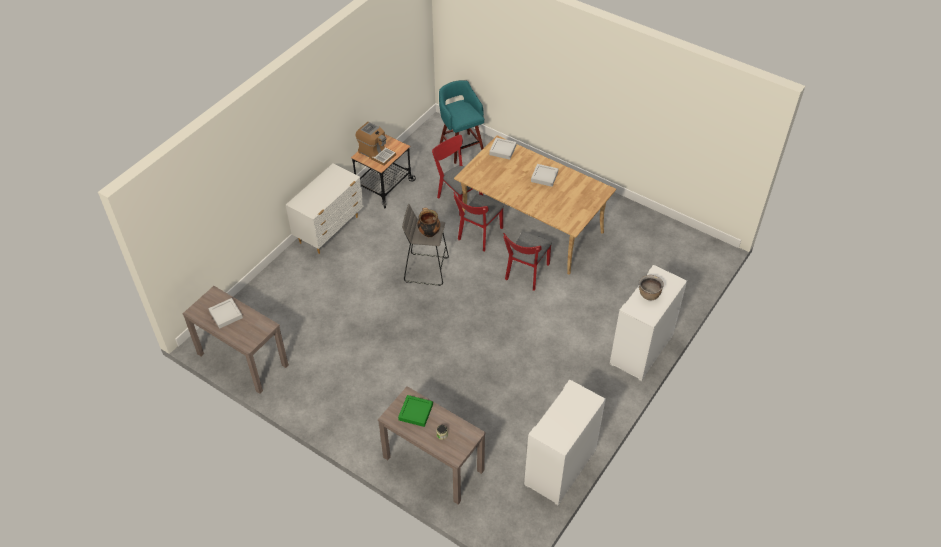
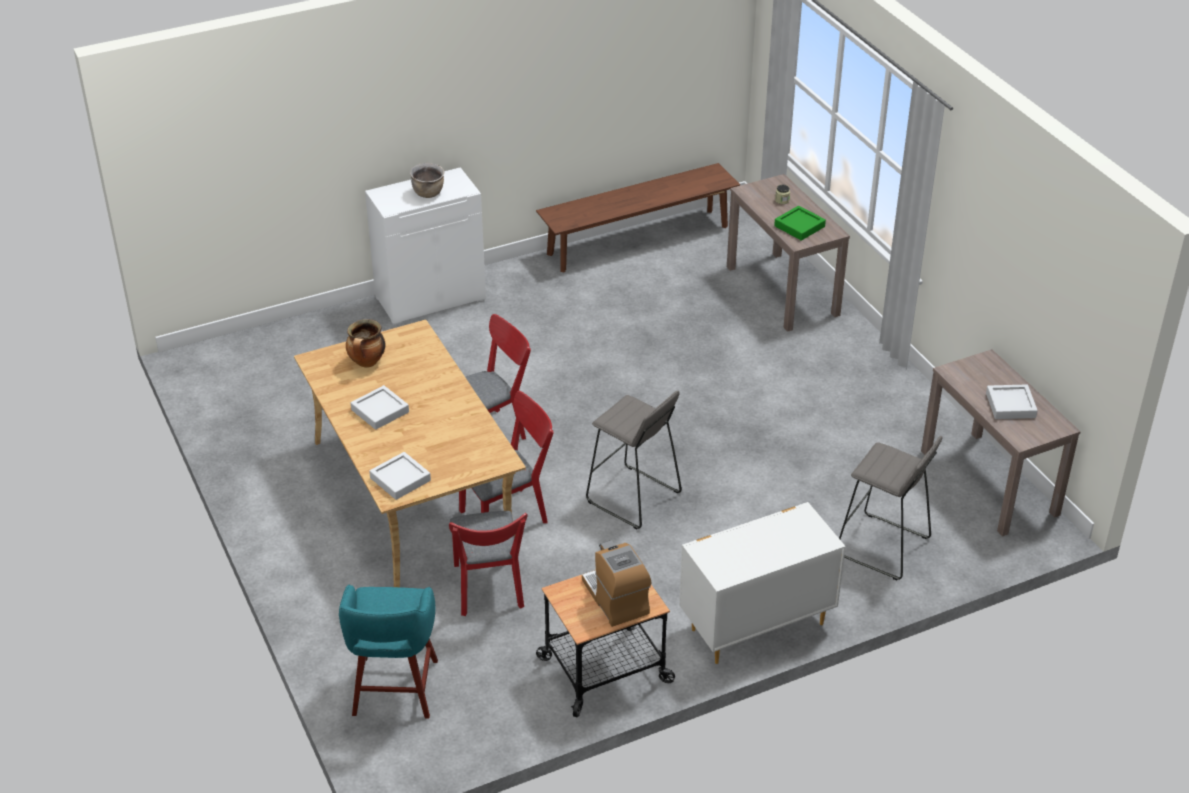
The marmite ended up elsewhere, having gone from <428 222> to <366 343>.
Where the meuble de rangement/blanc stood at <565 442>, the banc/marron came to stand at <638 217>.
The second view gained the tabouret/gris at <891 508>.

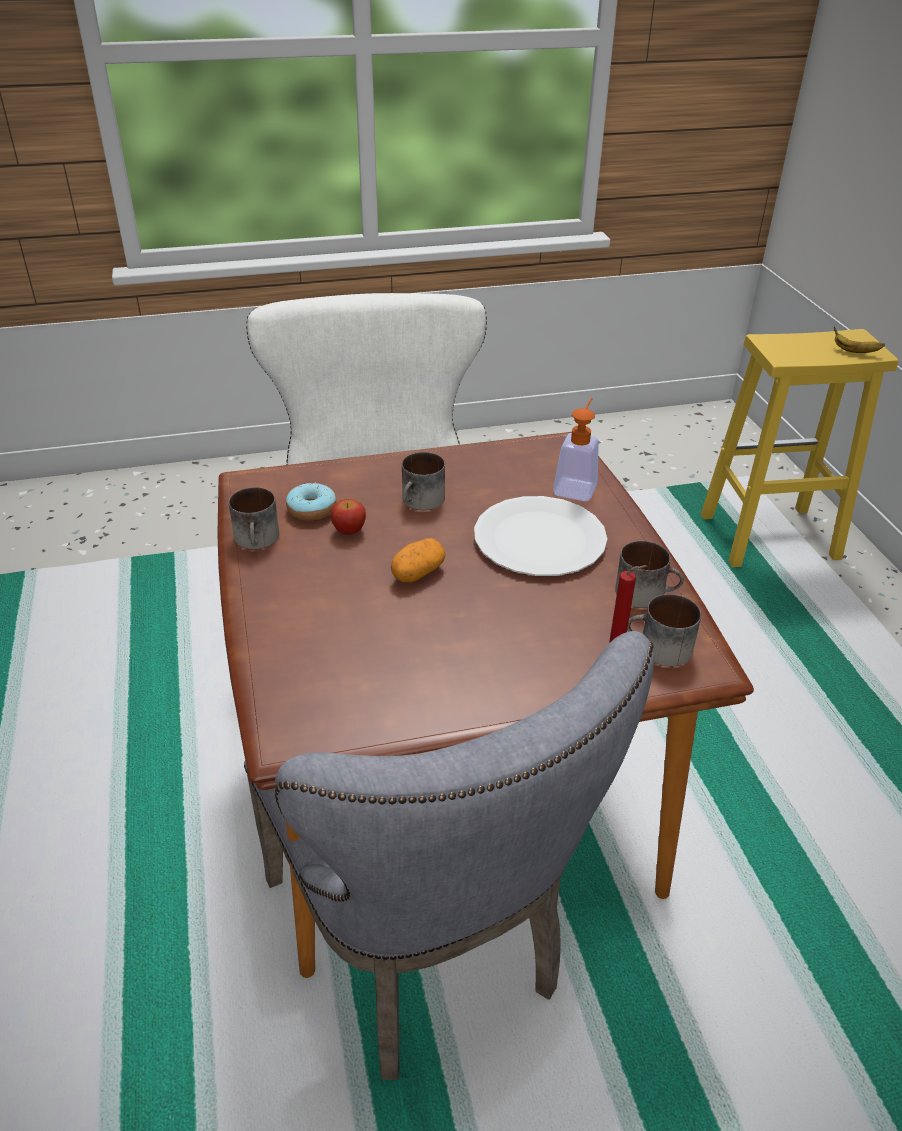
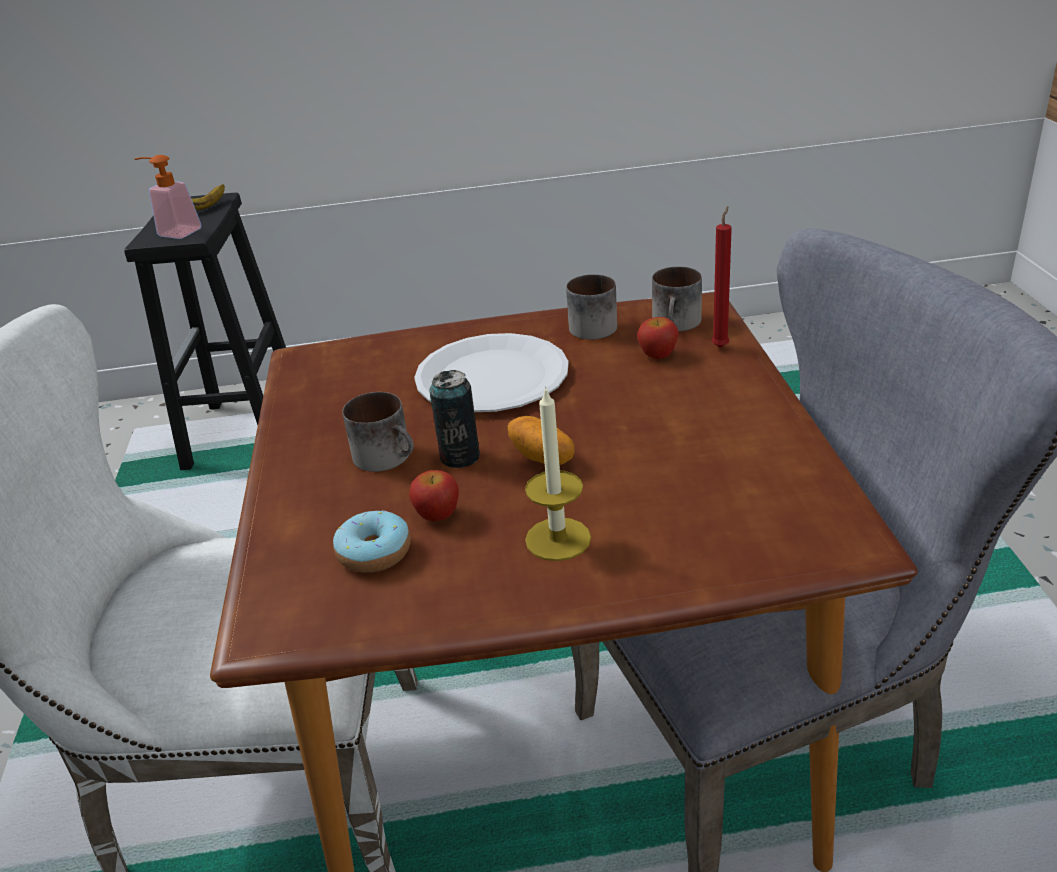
The second view lost the mug at <254 518>.
The distributeur de savon ended up elsewhere, having gone from <576 449> to <168 197>.
What was the tabouret/jaune at <799 448> turned into the tabouret/noir at <205 331>.
The second view gained the boîte métallique at <454 419>.
The second view gained the bougie at <558 473>.
The second view gained the pomme at <658 338>.

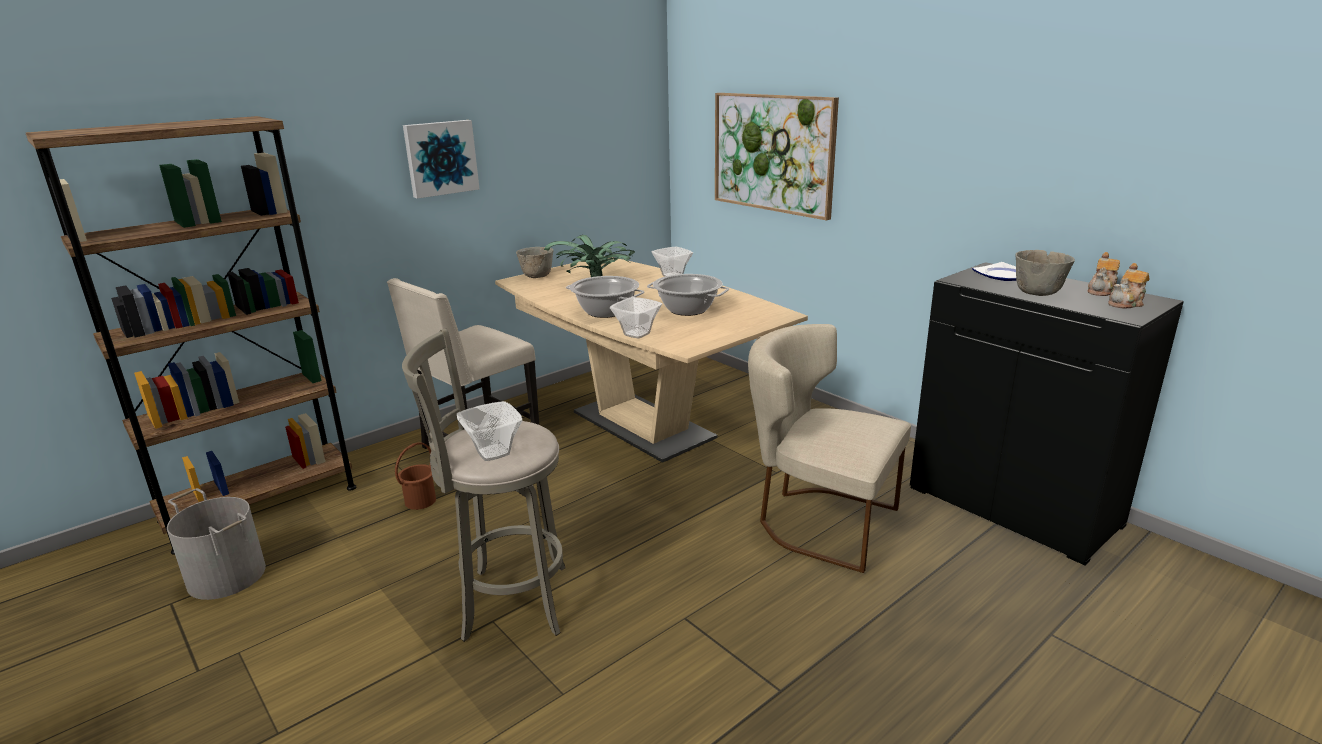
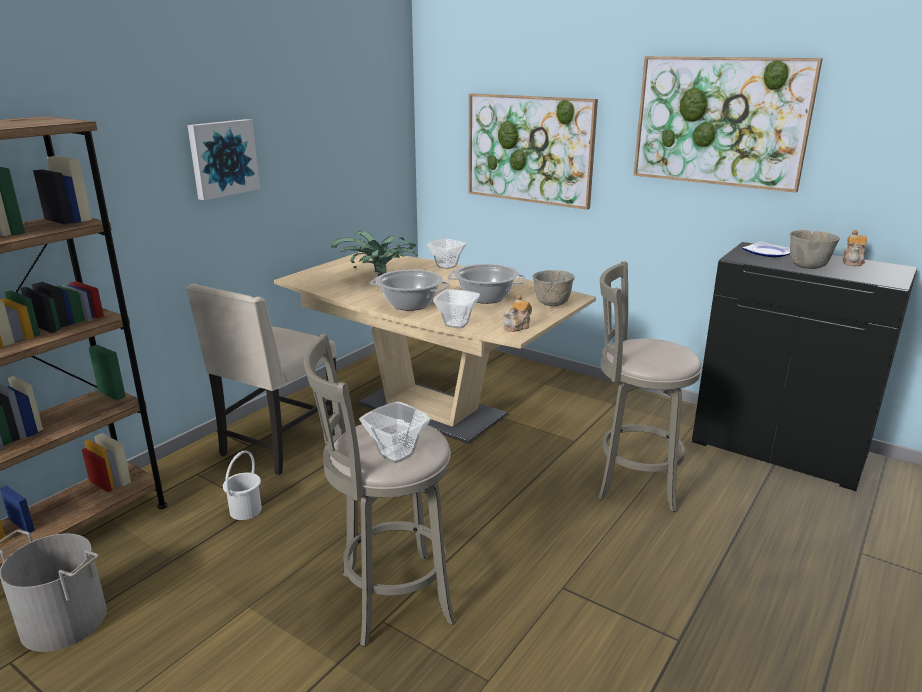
What was the seau/marron at <415 476> turned into the seau/blanc at <242 485>.
The bol/gris ended up elsewhere, having gone from <534 262> to <554 288>.
Where the chaise/beige stood at <829 448>, the tabouret/gris came to stand at <650 386>.
The théière ended up elsewhere, having gone from <1129 285> to <517 313>.
The second view gained the tableau at <728 124>.

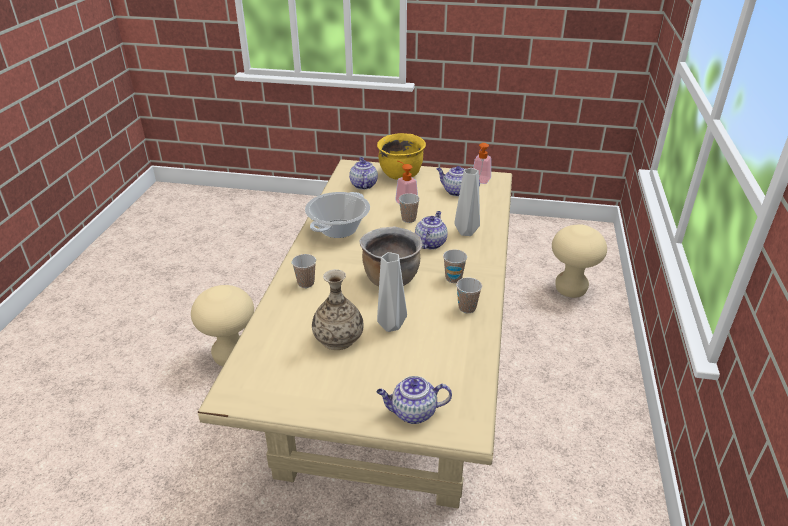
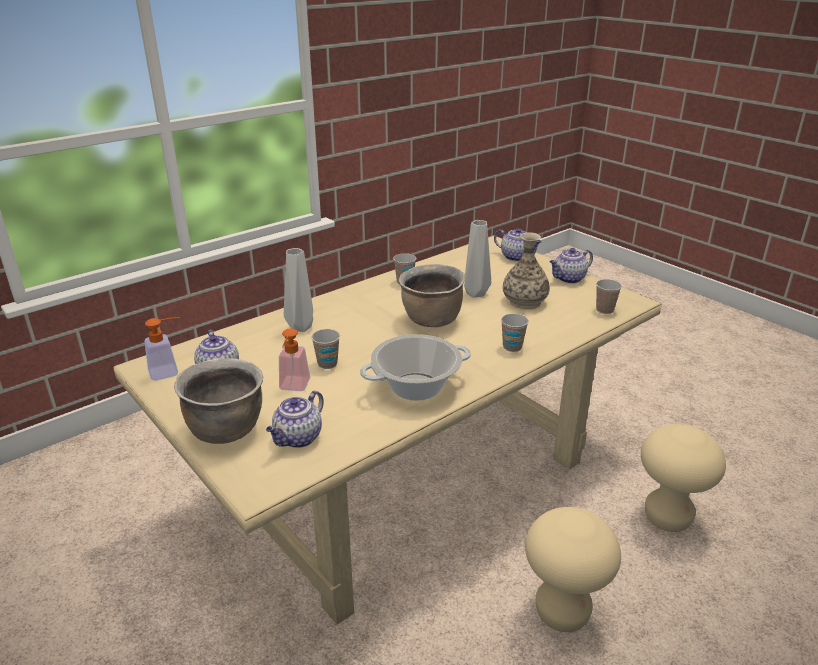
What was the marmite/jaune at <401 156> turned into the marmite/marron at <218 401>.
The théière ended up elsewhere, having gone from <431 230> to <571 266>.
The tasse ended up elsewhere, having gone from <455 266> to <609 296>.
The tabouret/beige ended up elsewhere, having gone from <579 261> to <683 478>.

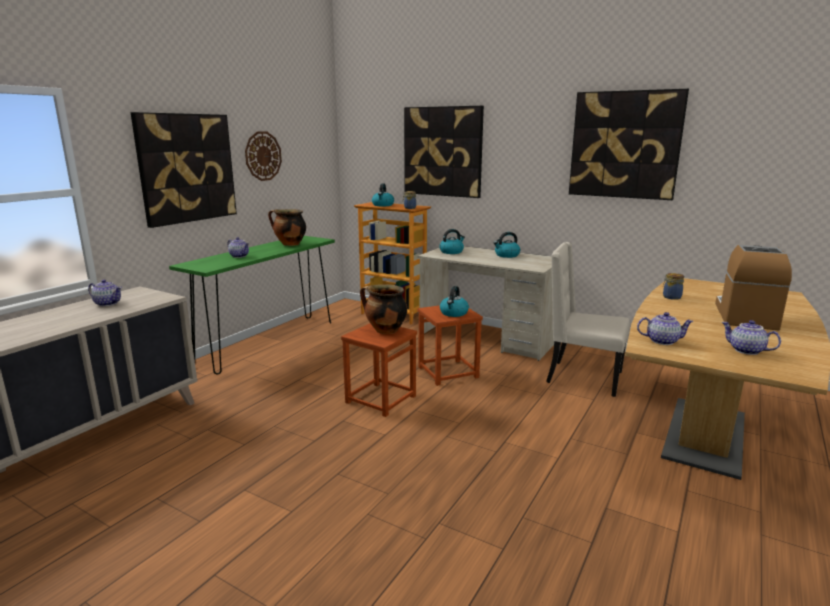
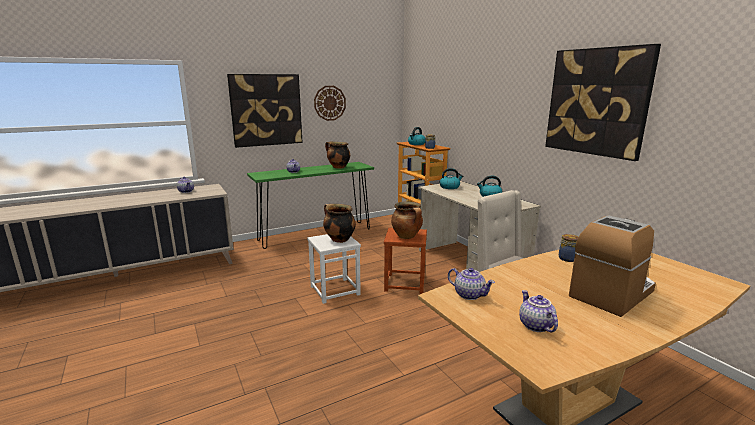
What was the tabouret/marron at <379 370> turned into the tabouret/blanc at <334 269>.
The second view lost the tableau at <444 152>.
Where the bouilloire stood at <454 301>, the marmite came to stand at <407 220>.

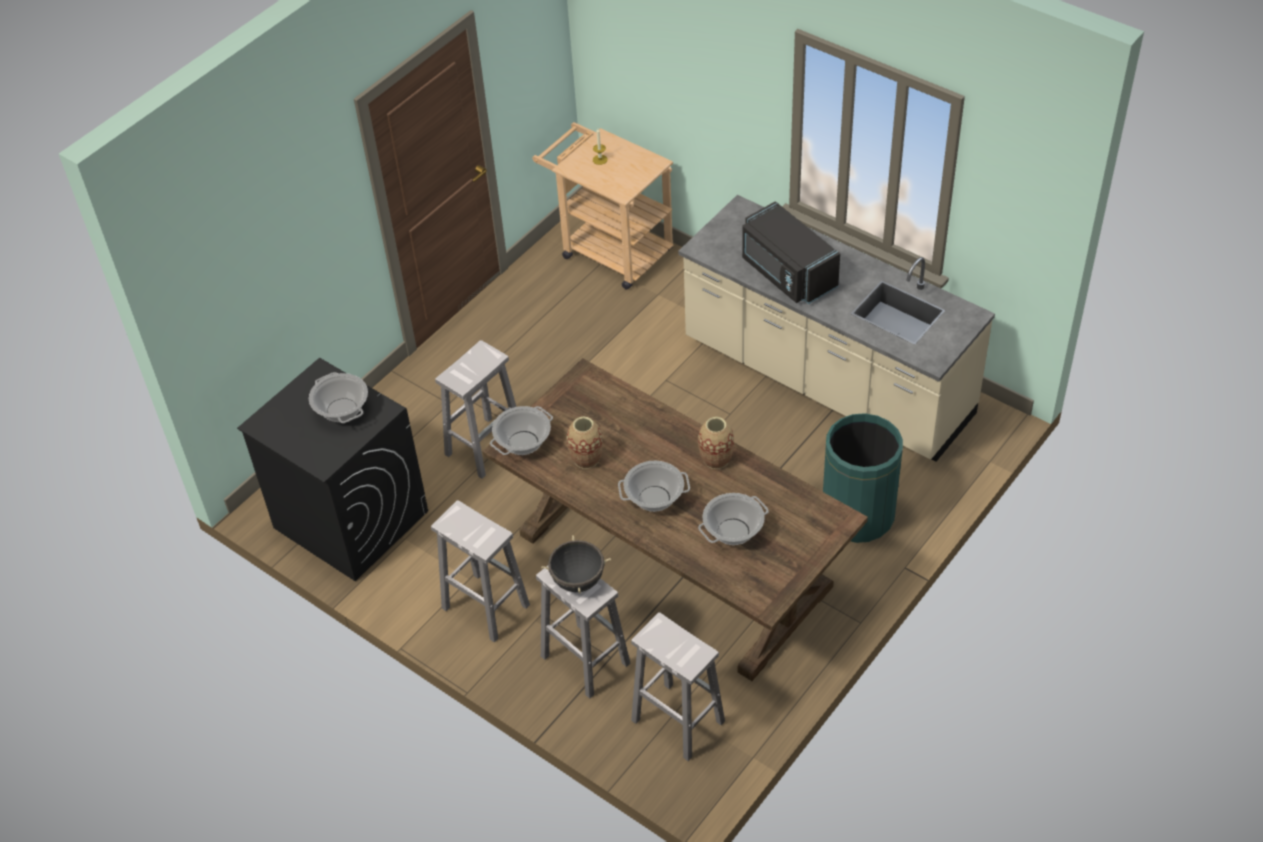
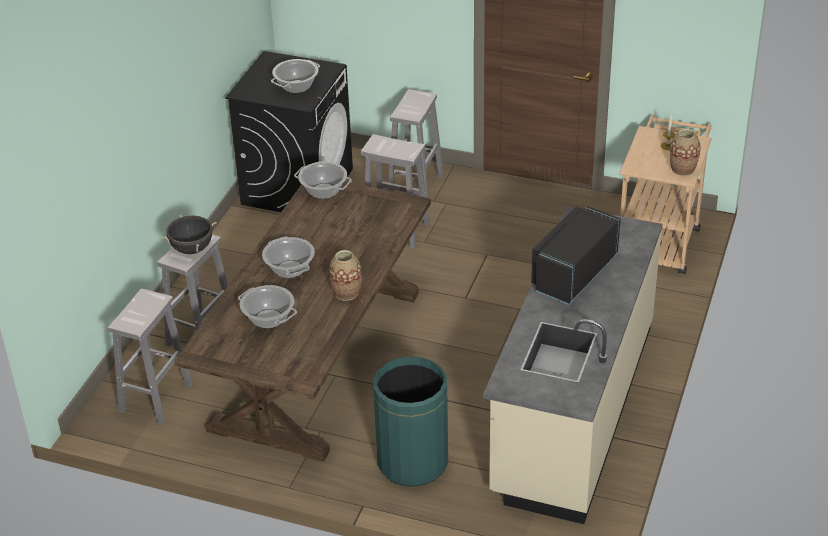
The tabouret/blanc ended up elsewhere, having gone from <480 571> to <416 143>.
The vase ended up elsewhere, having gone from <585 442> to <685 152>.

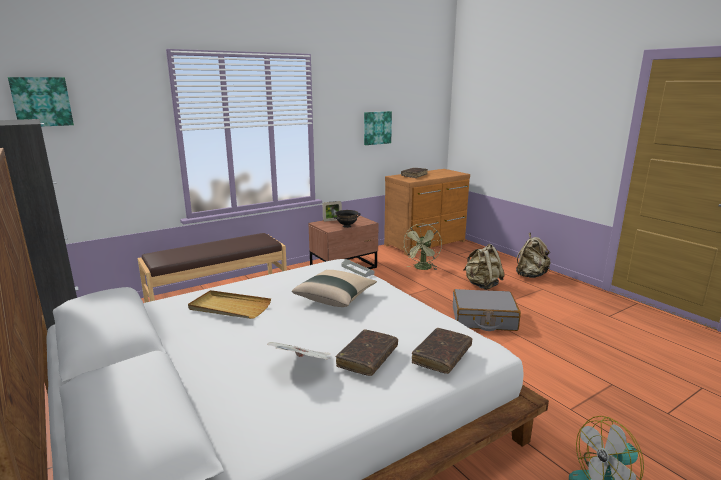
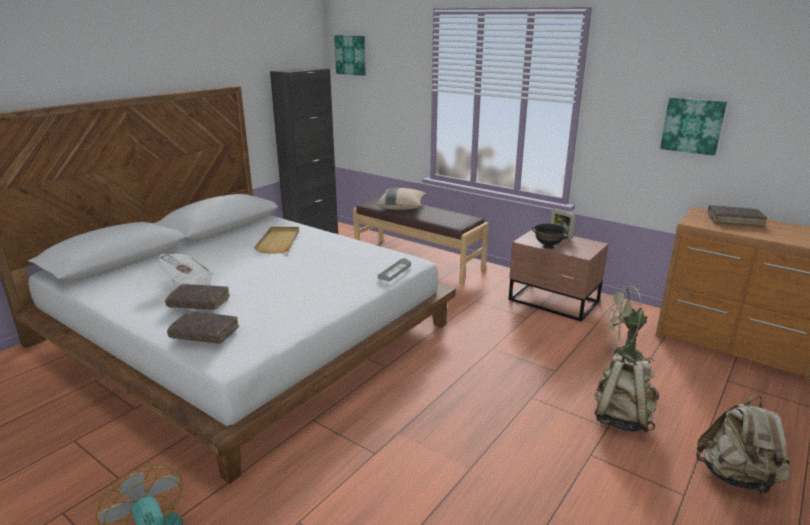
The coussin/beige ended up elsewhere, having gone from <334 288> to <401 199>.
The second view lost the valise/gris at <487 310>.

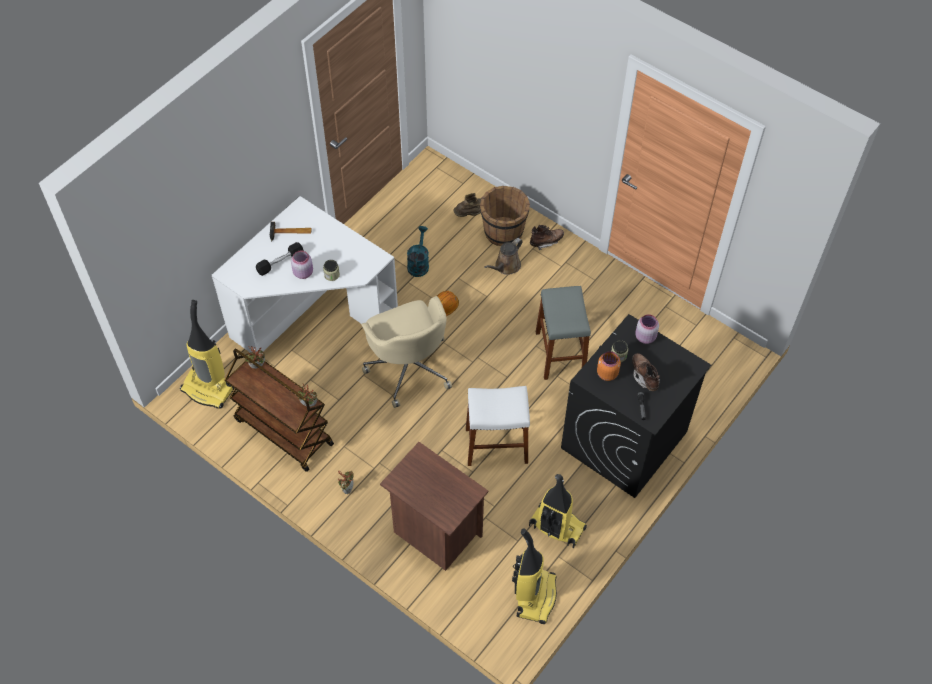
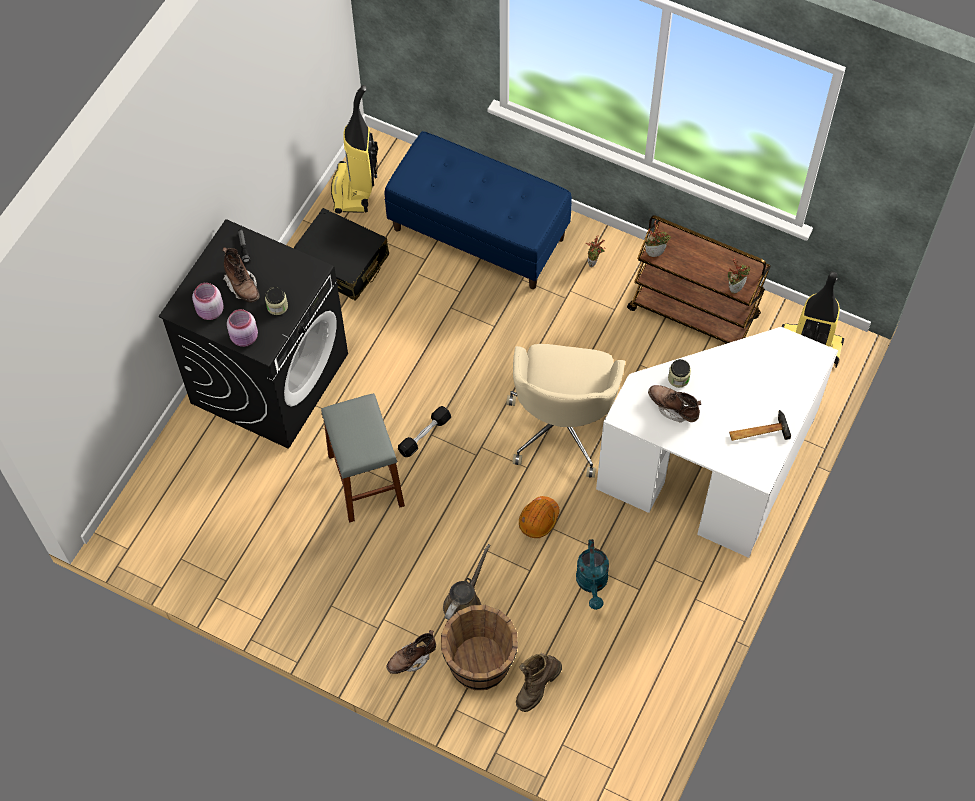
The haltère/noir ended up elsewhere, having gone from <280 259> to <424 431>.
The bocal/rose ended up elsewhere, having gone from <302 264> to <208 301>.
The chaise de bureau/beige at <406 352> ended up facing another way, 135 degrees counterclockwise from before.
Where the table de chevet/marron stood at <434 506>, the banc/bleu came to stand at <478 210>.
The second view lost the tabouret/blanc at <498 426>.
Where the aspirateur stood at <558 511>, the valise/noir came to stand at <341 254>.
The second view lost the bocal/orange at <609 366>.
The second view gained the botte/marron at <674 404>.

